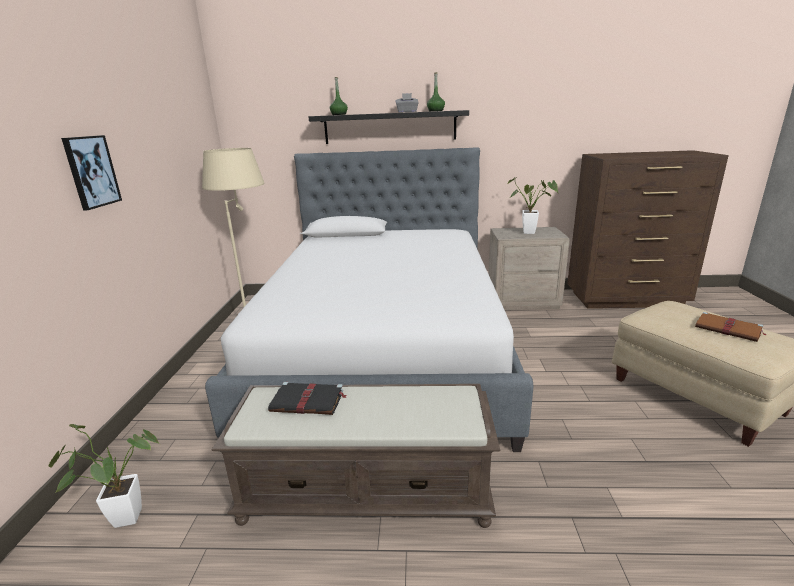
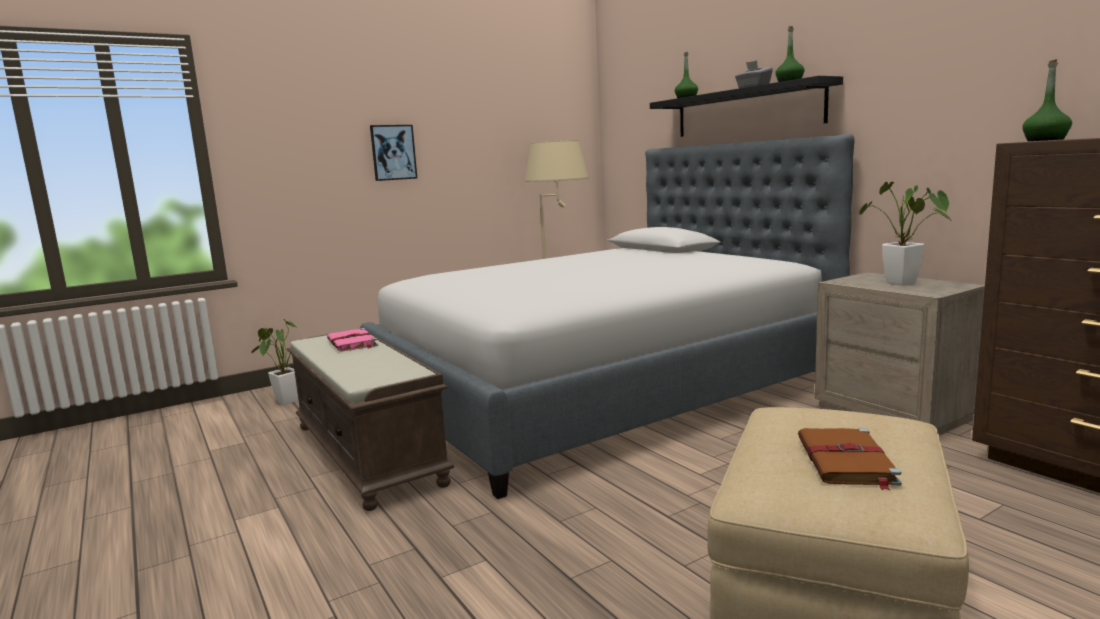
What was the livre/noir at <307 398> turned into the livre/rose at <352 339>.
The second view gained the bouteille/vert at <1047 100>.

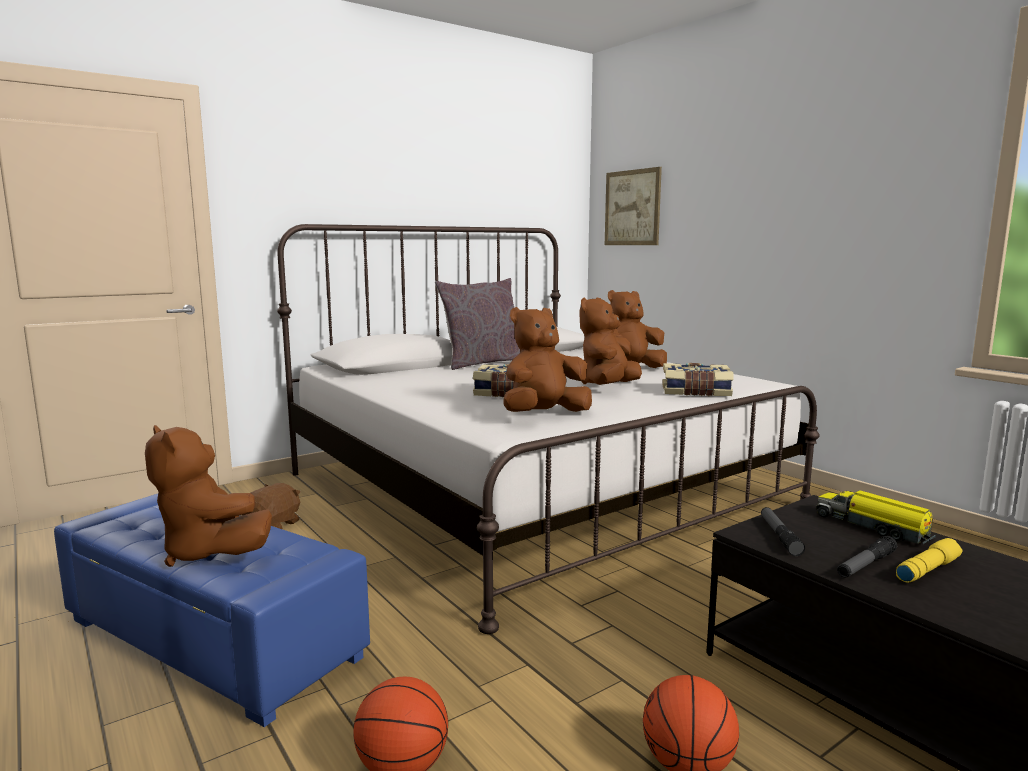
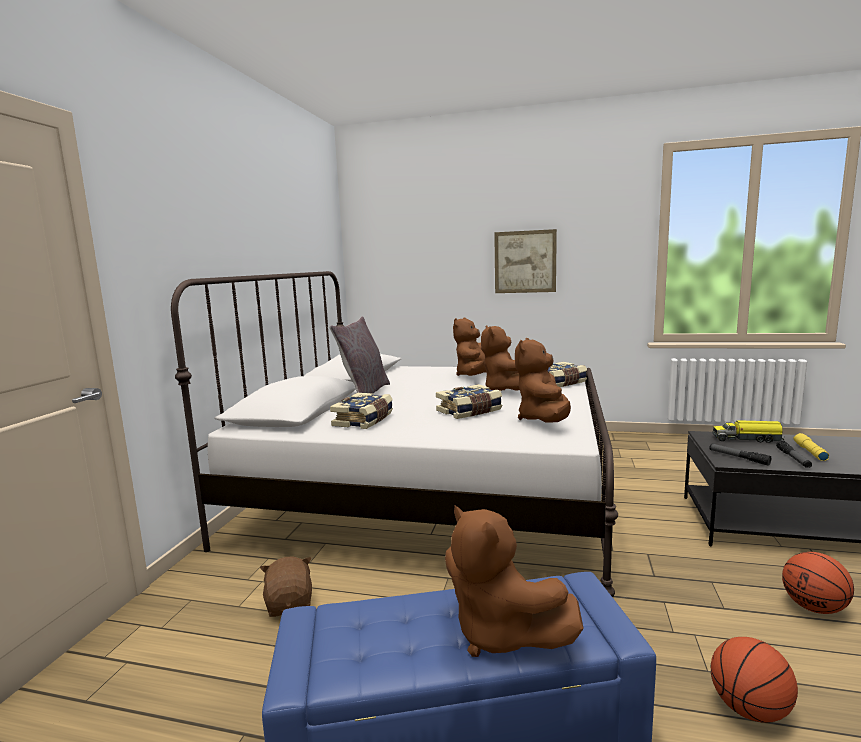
The peluche/marron at <208 496> ended up facing another way, 45 degrees clockwise from before.
The tableau ended up elsewhere, having gone from <633 206> to <525 261>.
The second view gained the livre at <361 411>.

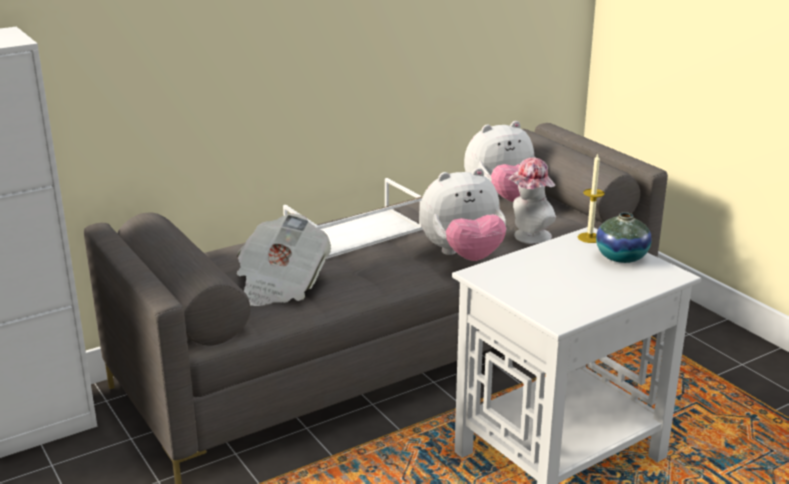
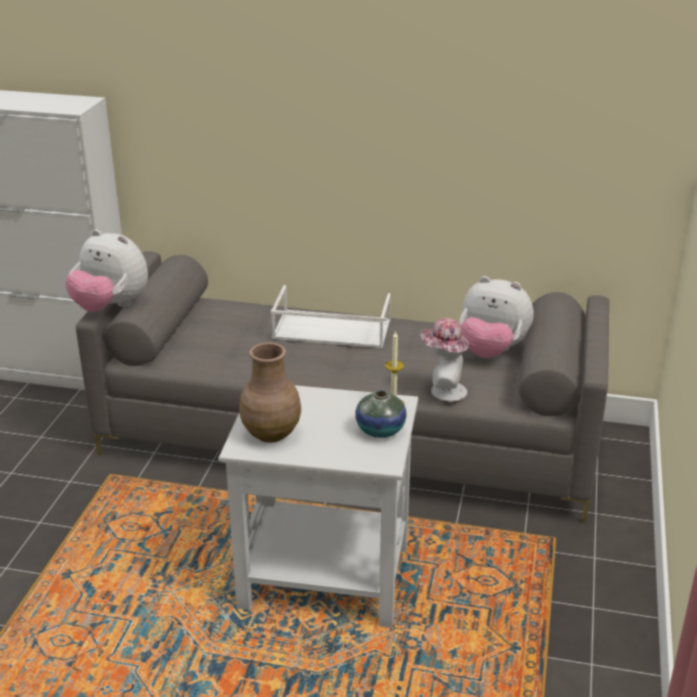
The second view lost the journal at <284 260>.
The peluche ended up elsewhere, having gone from <462 214> to <106 270>.
The second view gained the vase/marron at <270 392>.

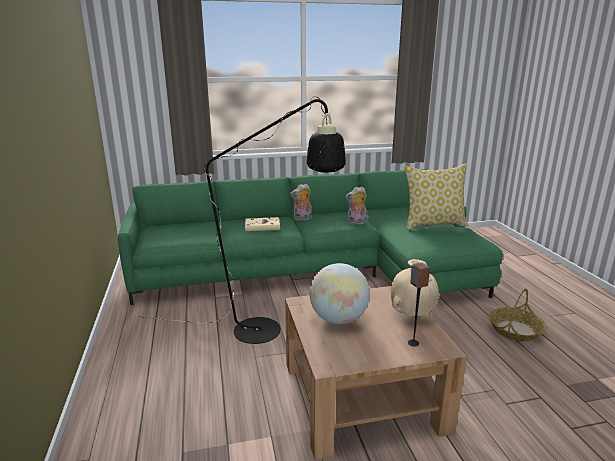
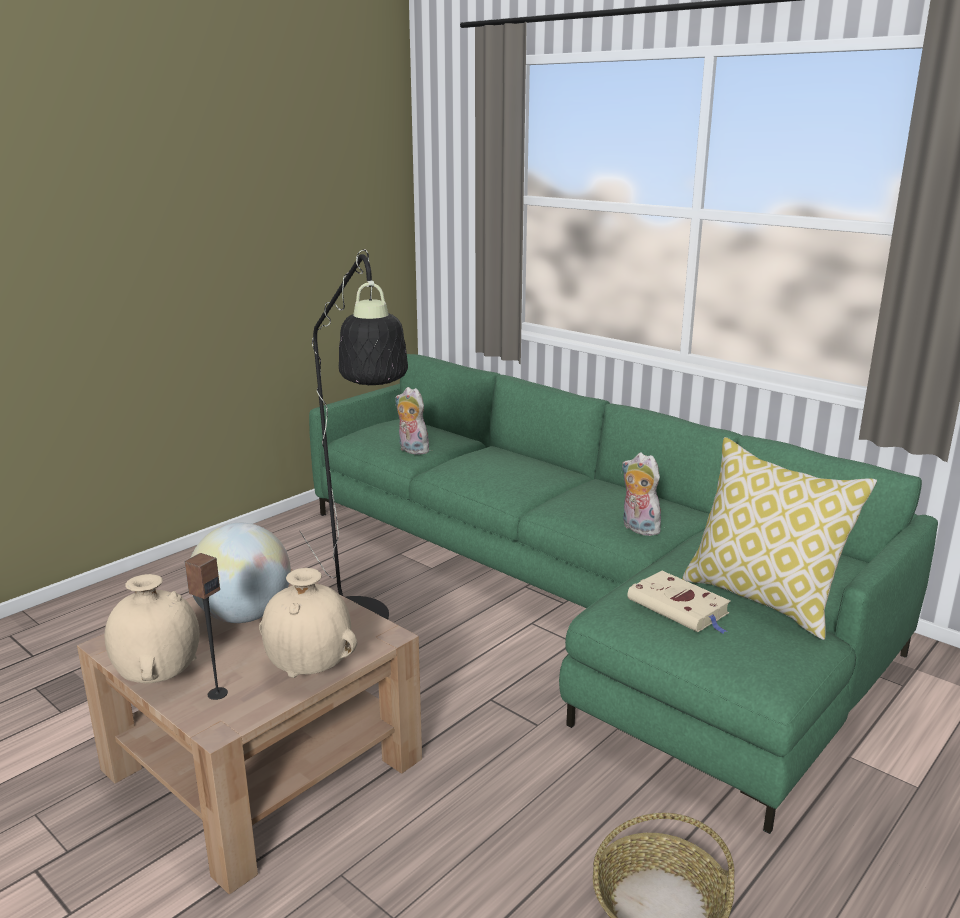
The livre/beige ended up elsewhere, having gone from <265 224> to <679 602>.
The peluche ended up elsewhere, having gone from <301 202> to <412 421>.
The second view gained the vase/beige at <152 628>.

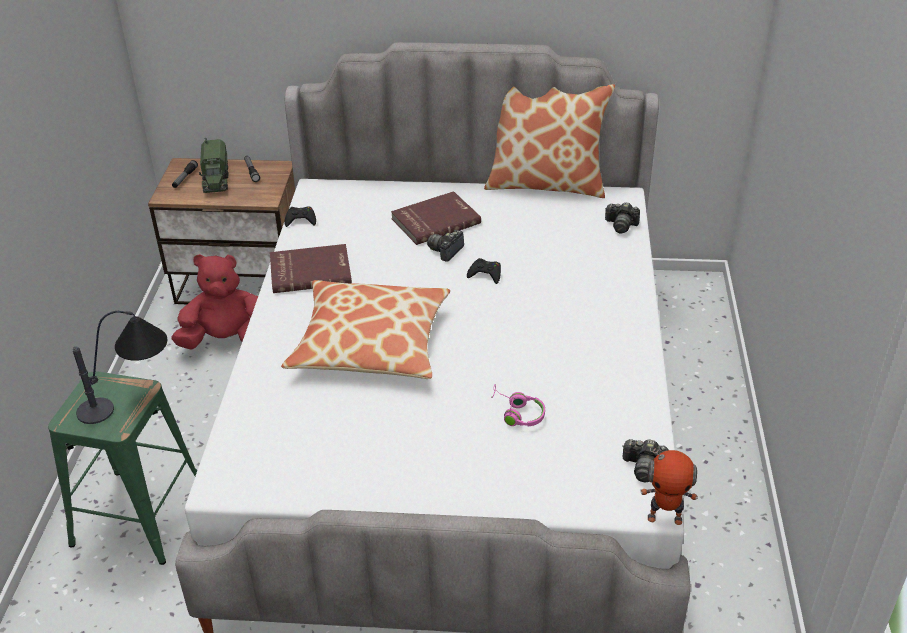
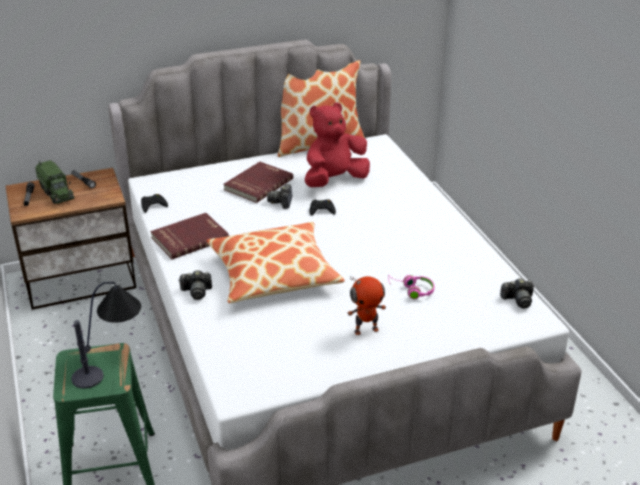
The peluche/rouge ended up elsewhere, having gone from <215 302> to <337 144>.
The appareil photo ended up elsewhere, having gone from <622 218> to <195 285>.
The robot jouet ended up elsewhere, having gone from <668 485> to <366 305>.

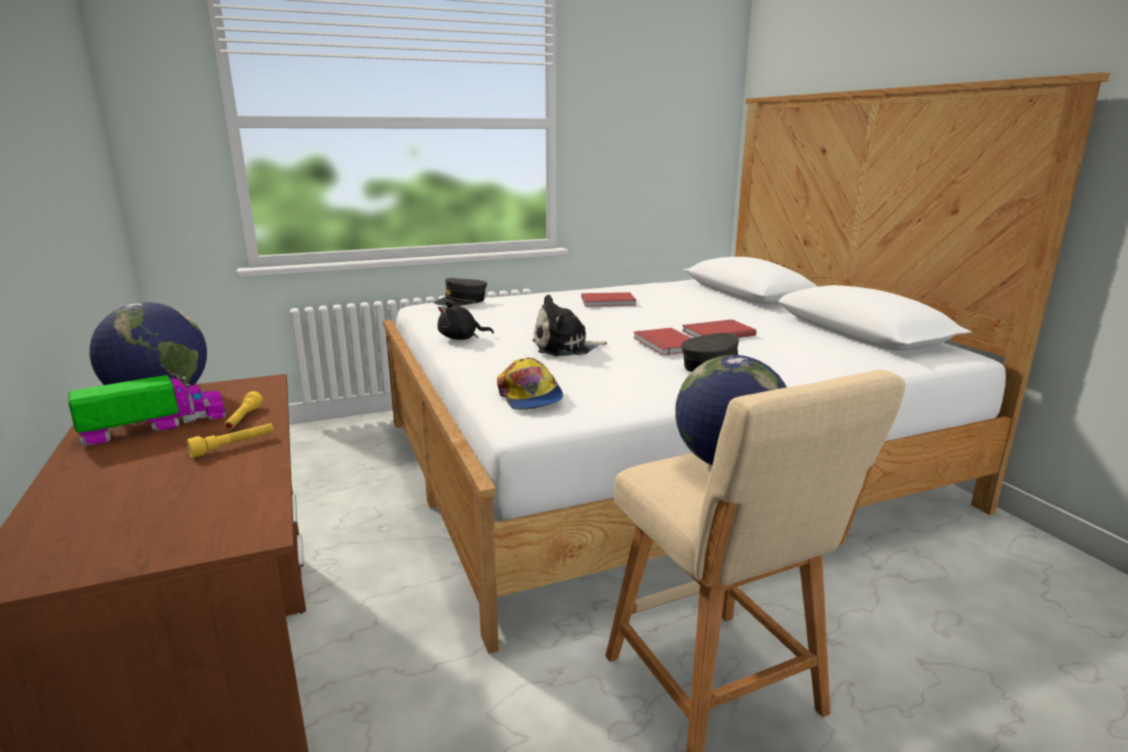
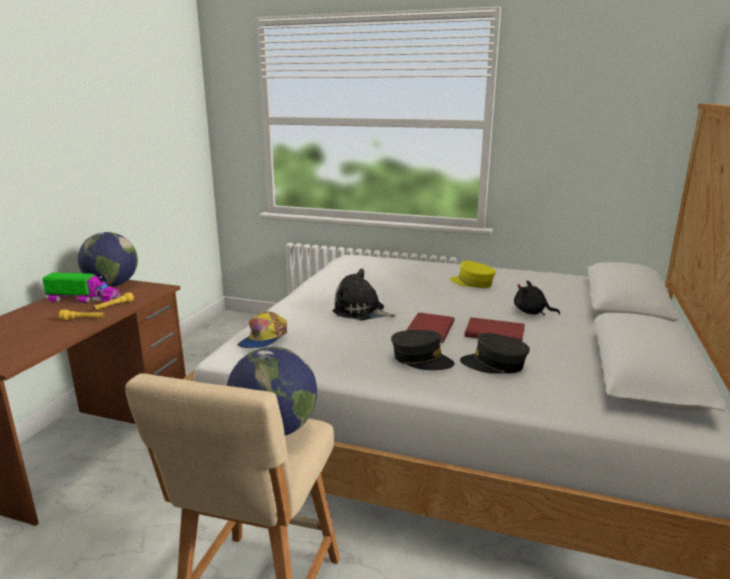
The casquette/gris ended up elsewhere, having gone from <460 292> to <495 353>.
The peluche/noir ended up elsewhere, having gone from <466 320> to <537 298>.
Where the livre/rouge stood at <609 299>, the casquette/jaune came to stand at <473 274>.

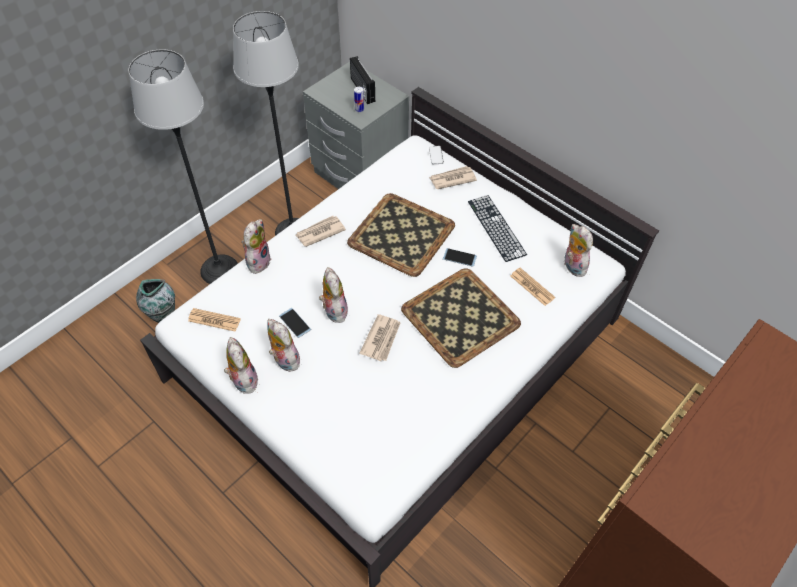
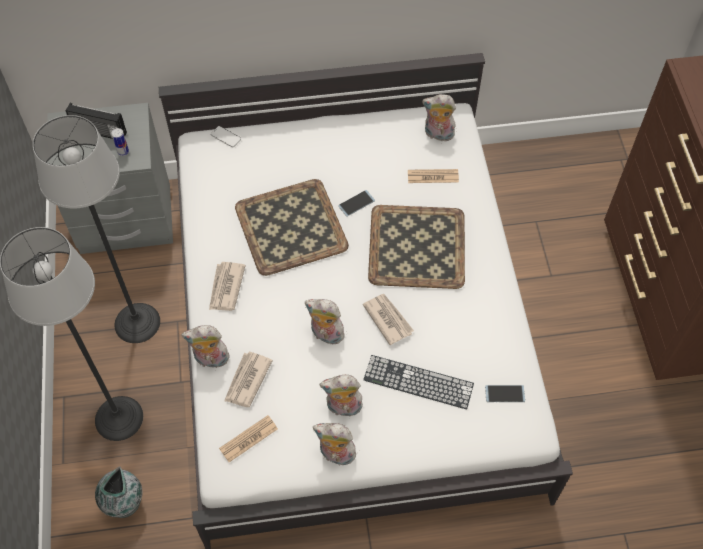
The peluche at <256 247> ended up facing another way, 60 degrees counterclockwise from before.
The téléphone ended up elsewhere, having gone from <295 323> to <505 393>.
The journal ended up elsewhere, having gone from <453 177> to <248 379>.
The clavier ended up elsewhere, having gone from <497 228> to <418 382>.

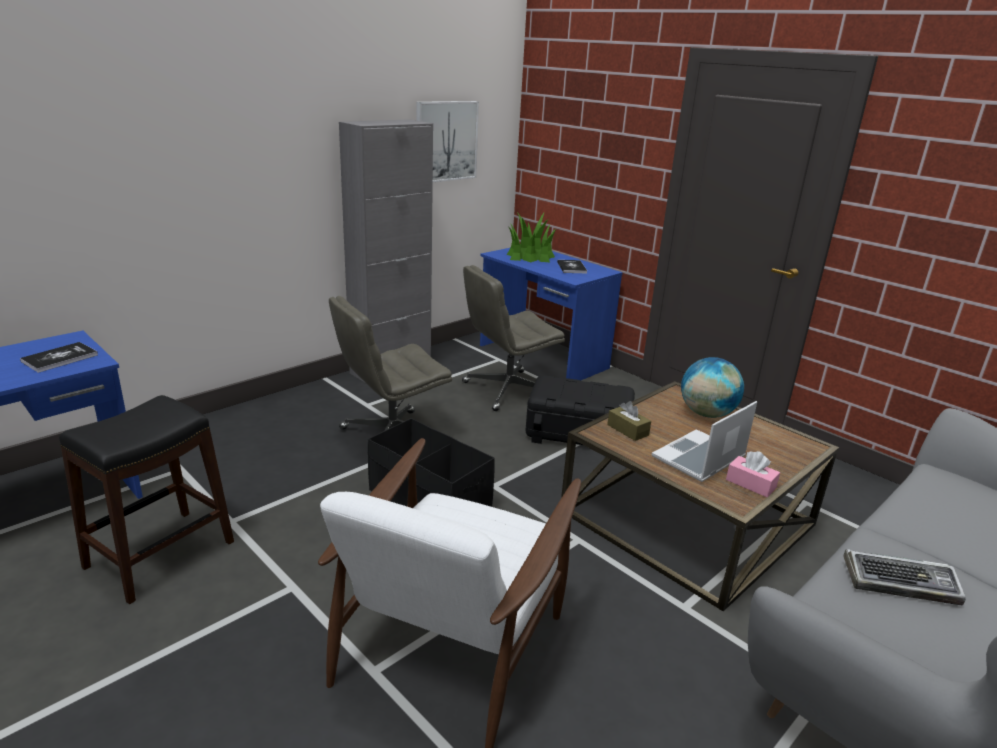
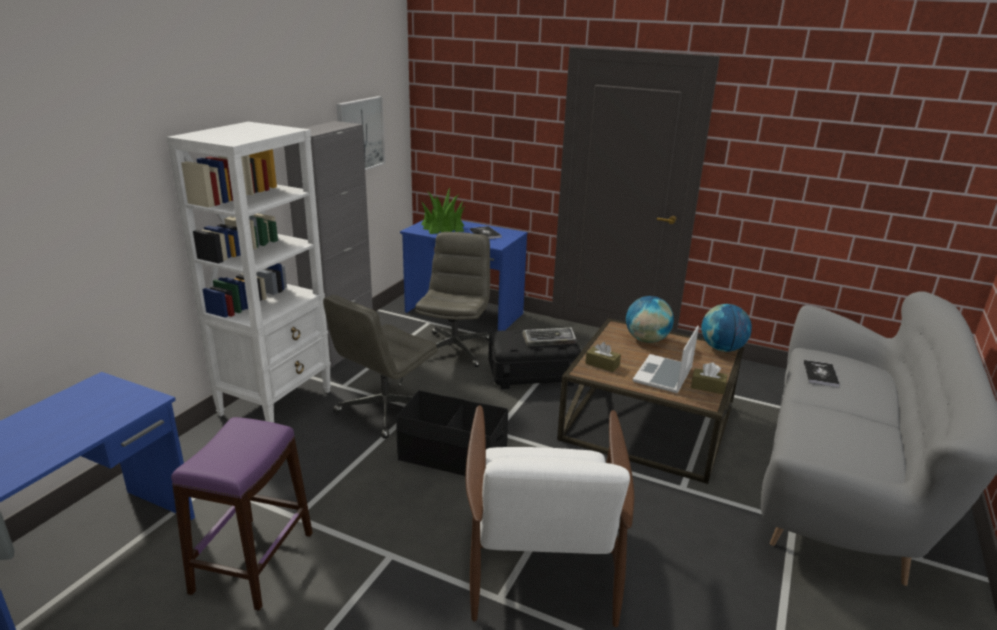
The livre ended up elsewhere, having gone from <59 357> to <821 373>.
What was the tabouret/noir at <146 499> turned into the tabouret/violet at <242 514>.
The chaise de bureau/gris at <513 338> ended up facing another way, 150 degrees clockwise from before.
What was the boîte à mouchoirs/rose at <753 474> turned into the boîte à mouchoirs/marron at <709 378>.
The clavier ended up elsewhere, having gone from <904 577> to <550 337>.
The second view gained the bibliothèque/blanc at <249 272>.
The second view gained the globe at <726 328>.

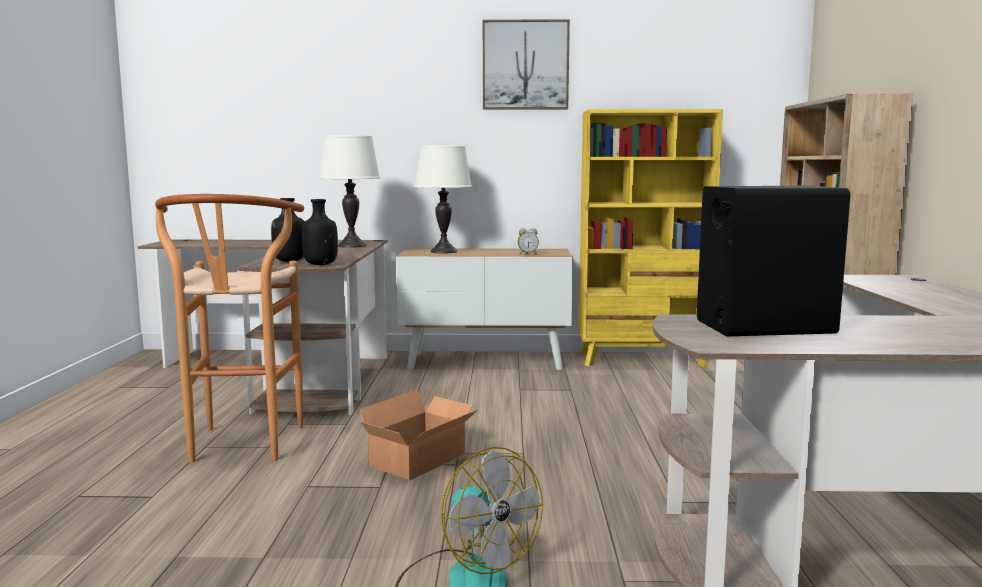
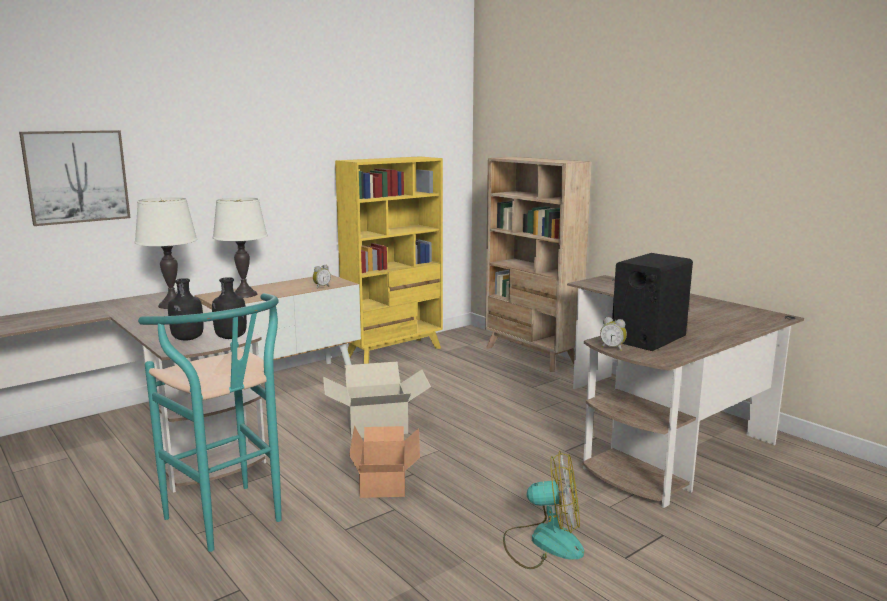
What was the tabouret/marron at <229 328> turned into the tabouret/turquoise at <210 422>.
The tableau ended up elsewhere, having gone from <526 64> to <74 178>.
The second view gained the carton at <377 400>.
The second view gained the réveil at <613 334>.

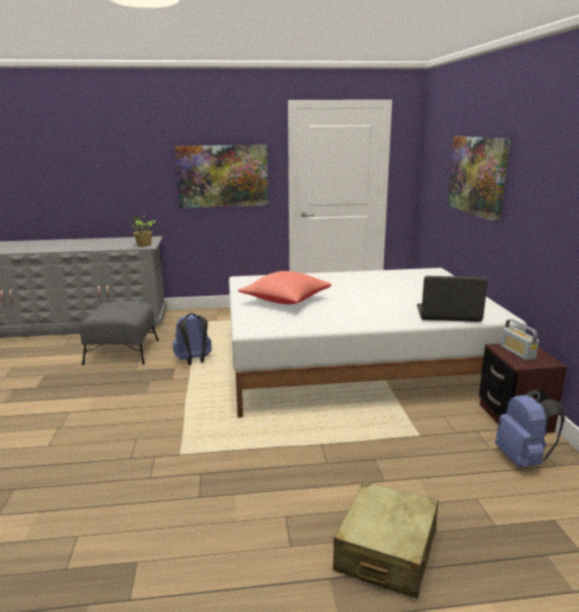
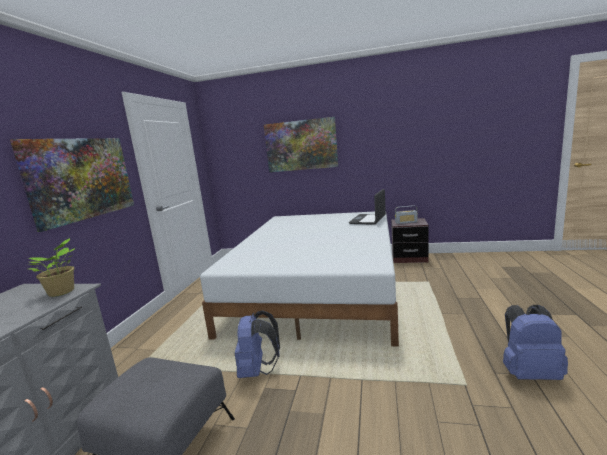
The second view lost the coussin/rouge at <284 287>.
The second view lost the valise/beige at <385 540>.
The sac à dos/bleu ended up elsewhere, having gone from <530 428> to <535 342>.

